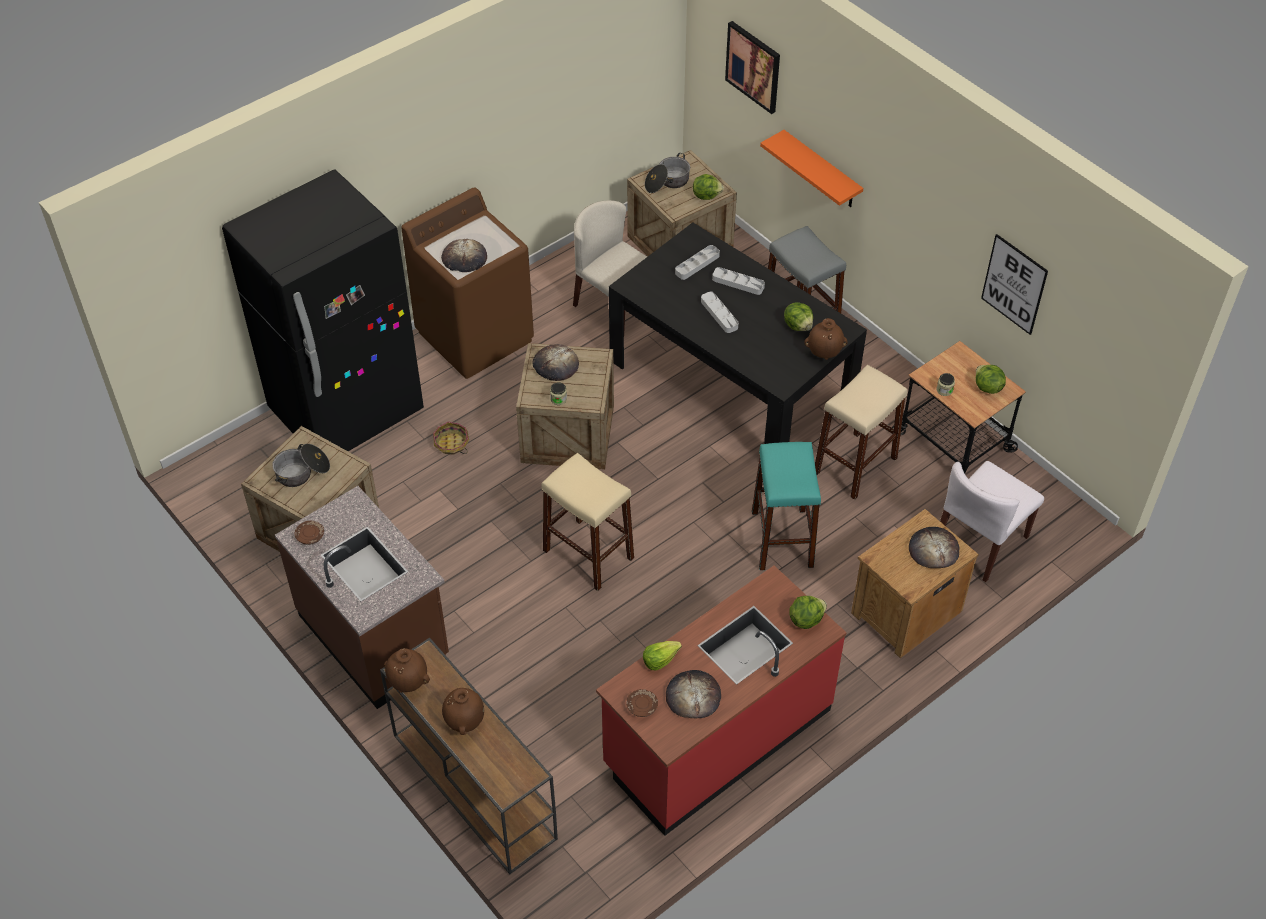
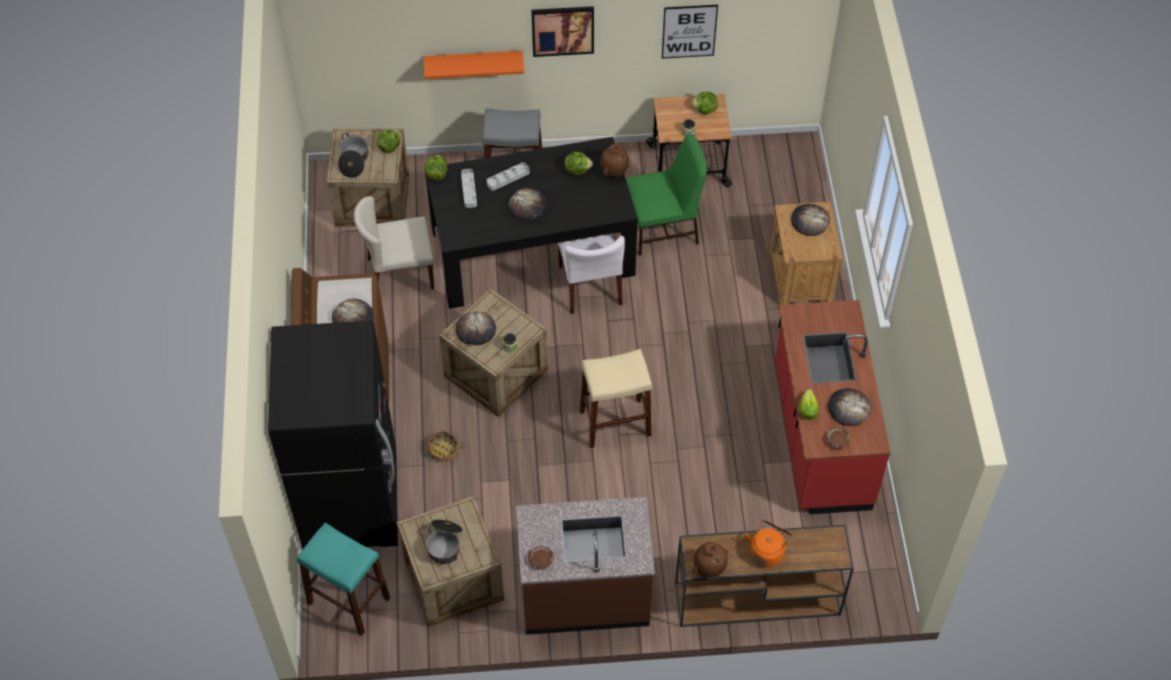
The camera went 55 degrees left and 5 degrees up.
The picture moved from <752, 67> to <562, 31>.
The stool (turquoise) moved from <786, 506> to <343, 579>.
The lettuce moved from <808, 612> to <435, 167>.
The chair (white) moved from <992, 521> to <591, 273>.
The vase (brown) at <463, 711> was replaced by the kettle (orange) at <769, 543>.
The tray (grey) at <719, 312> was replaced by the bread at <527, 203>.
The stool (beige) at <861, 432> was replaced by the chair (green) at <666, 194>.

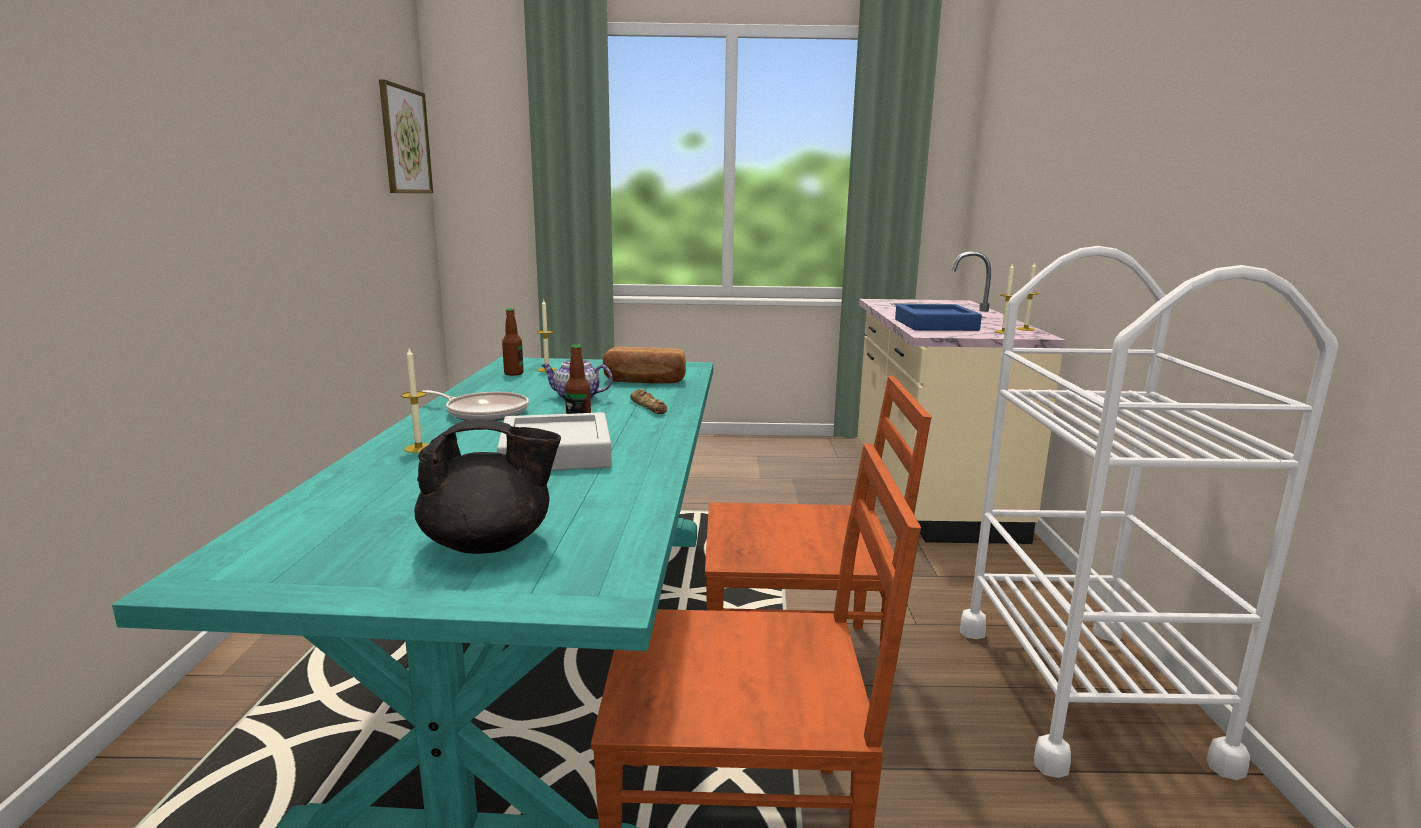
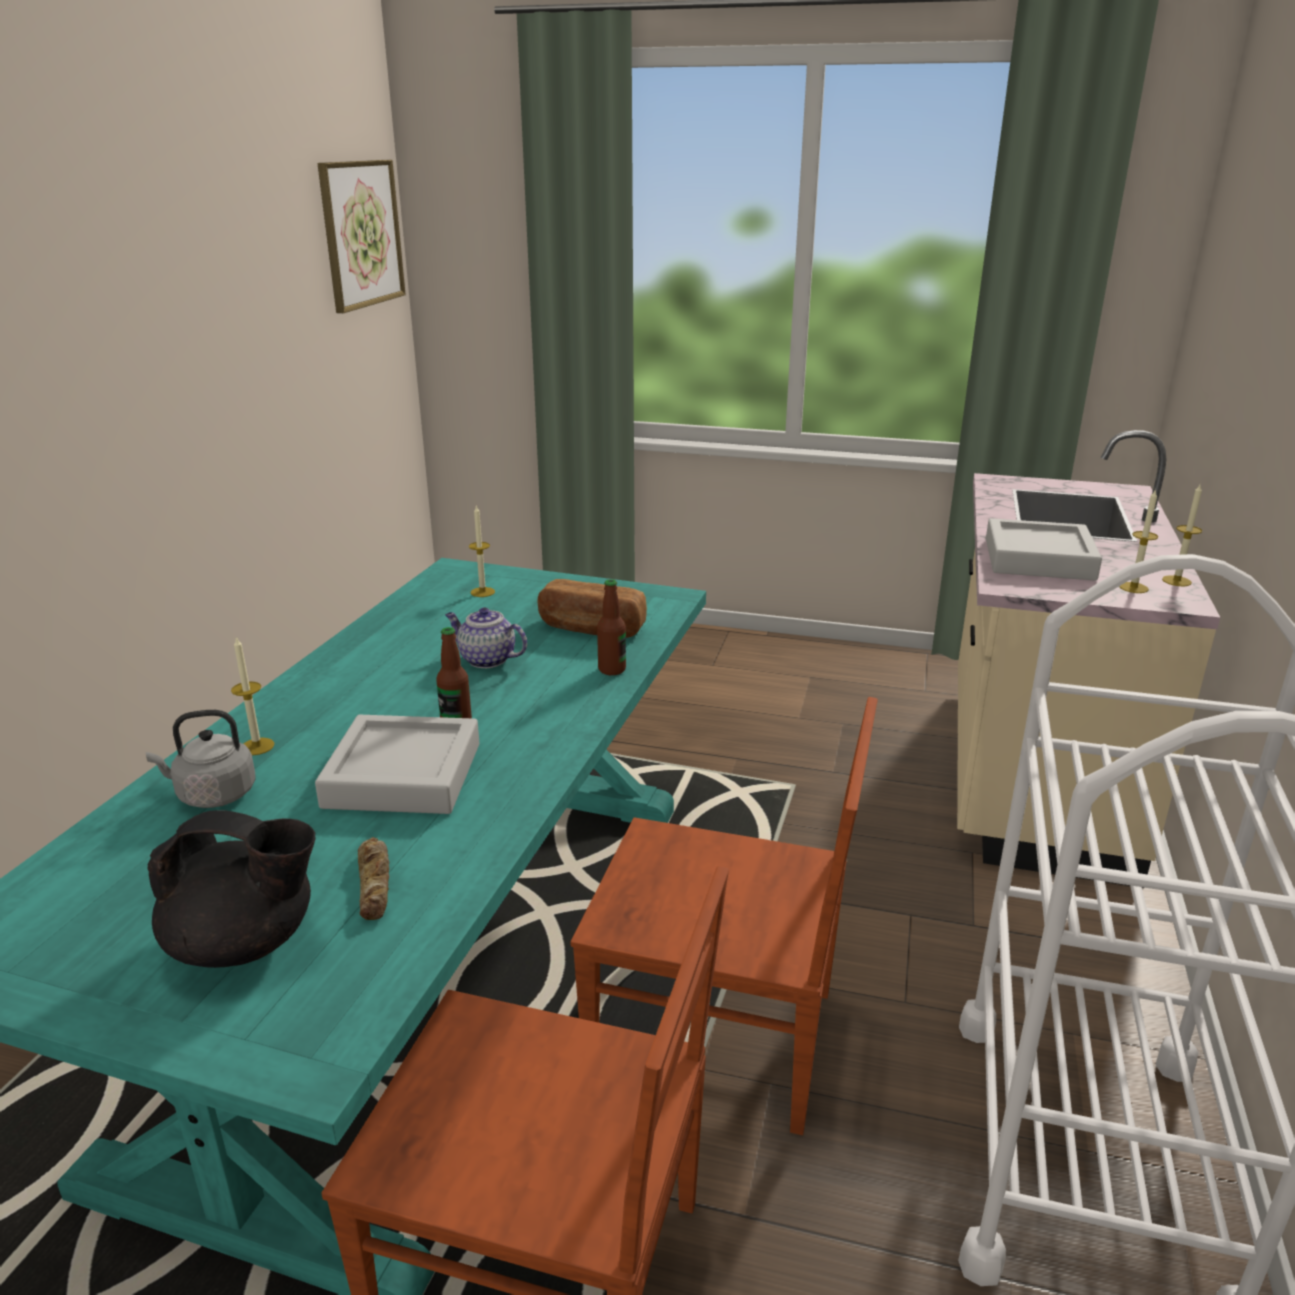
The camera went 15 degrees right and 10 degrees up.
The frying pan at <475, 405> disappeared.
The kettle (grey) at <201, 759> appeared.
The bottle moved from <513, 342> to <611, 627>.
The bread moved from <648, 401> to <373, 878>.
The tray (blue) at <938, 317> became the tray (grey) at <1044, 549>.

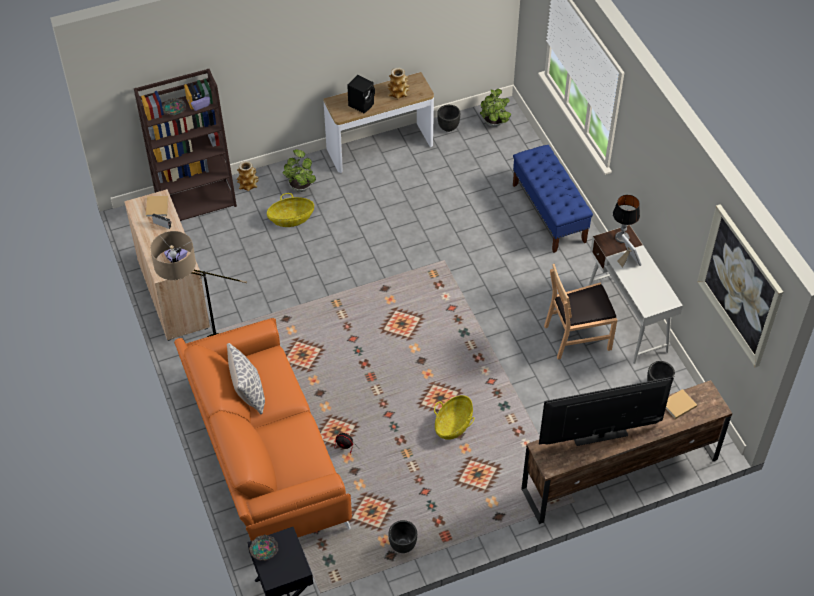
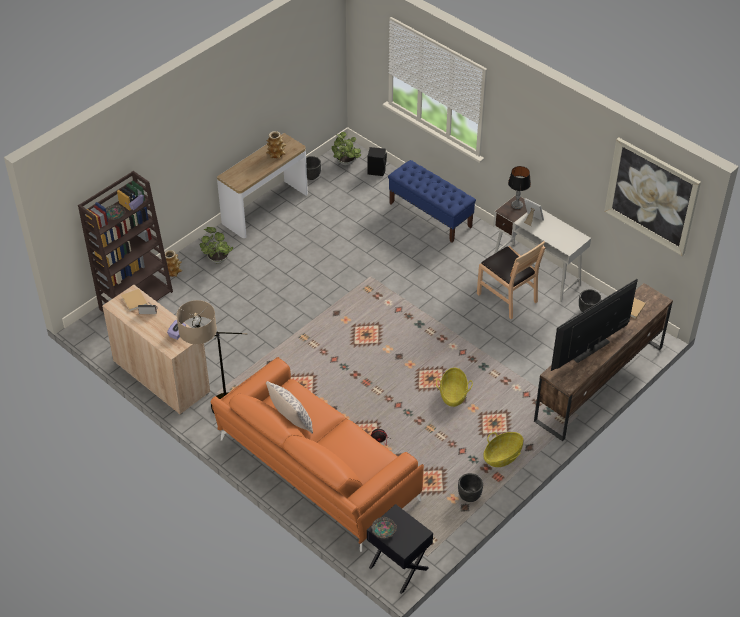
The camera went 25 degrees left and 5 degrees down.
The basket moved from <290, 210> to <503, 449>.
The speaker (black) moved from <361, 94> to <377, 161>.
The chair (brown) at <580, 311> turned 90 degrees counterclockwise.

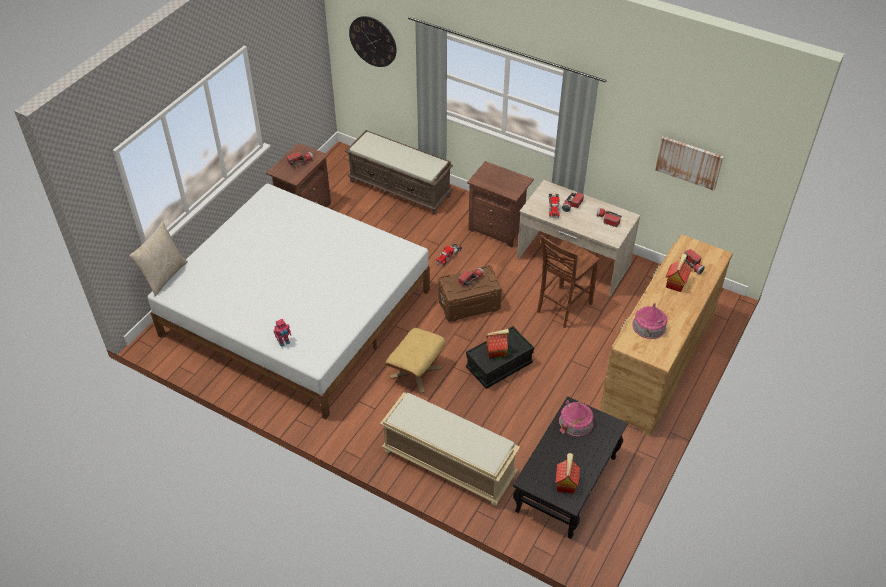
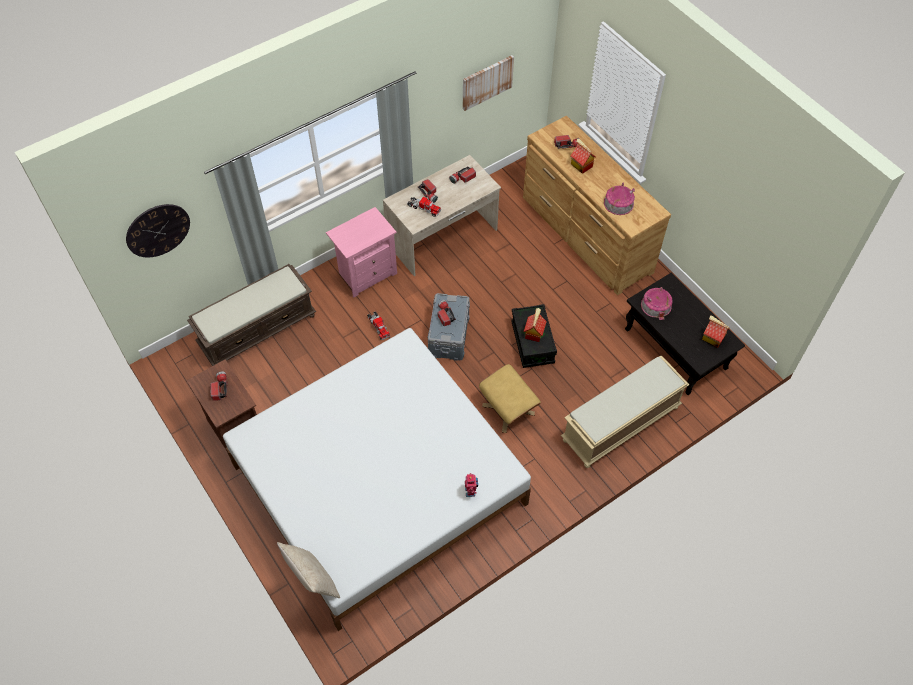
The camera went 65 degrees left and 10 degrees up.
The chair (brown) at <568, 281> disappeared.
The storage box (brown) at <470, 293> became the storage box (grey) at <449, 327>.
The nightstand (brown) at <500, 204> became the nightstand (pink) at <361, 252>.

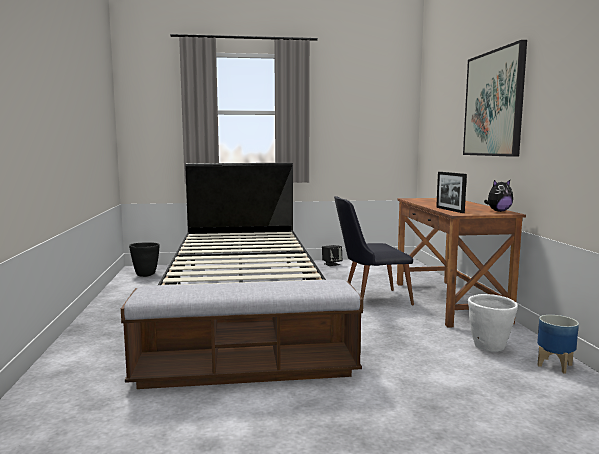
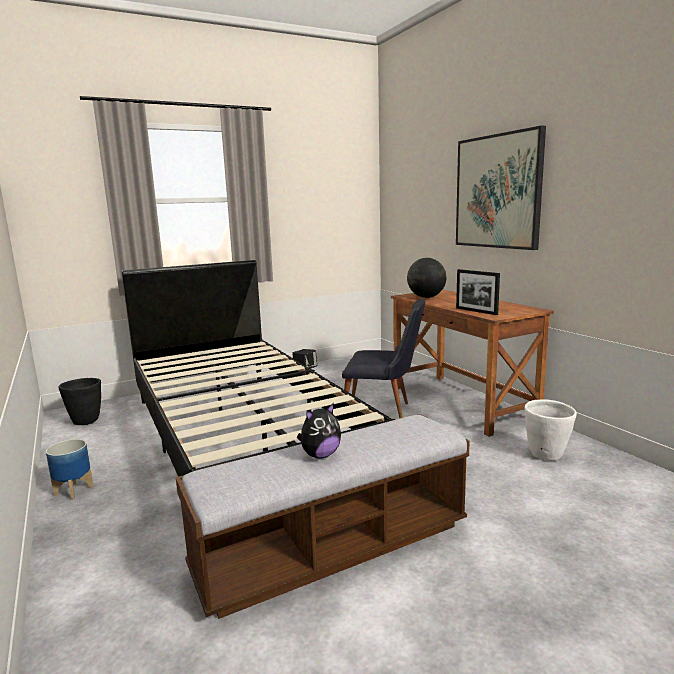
The camera went 20 degrees left and 5 degrees up.
The globe at <426, 278> appeared.
The plush toy moved from <498, 196> to <319, 431>.
The planter moved from <558, 344> to <70, 469>.
The chair (black) at <374, 250> turned 135 degrees counterclockwise.

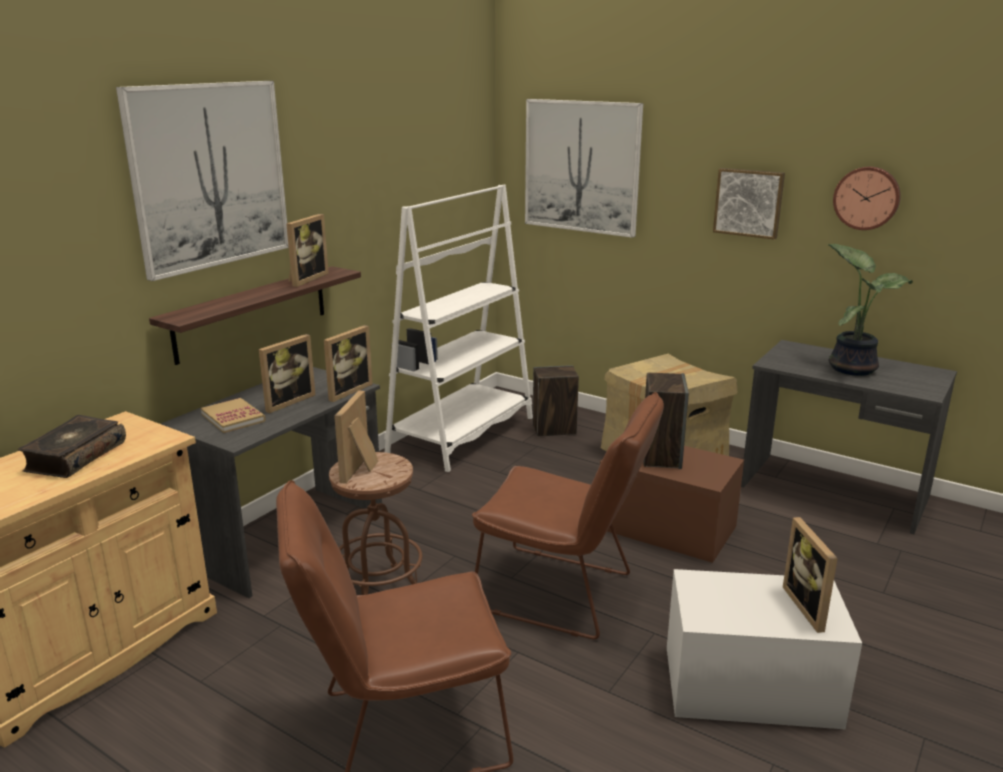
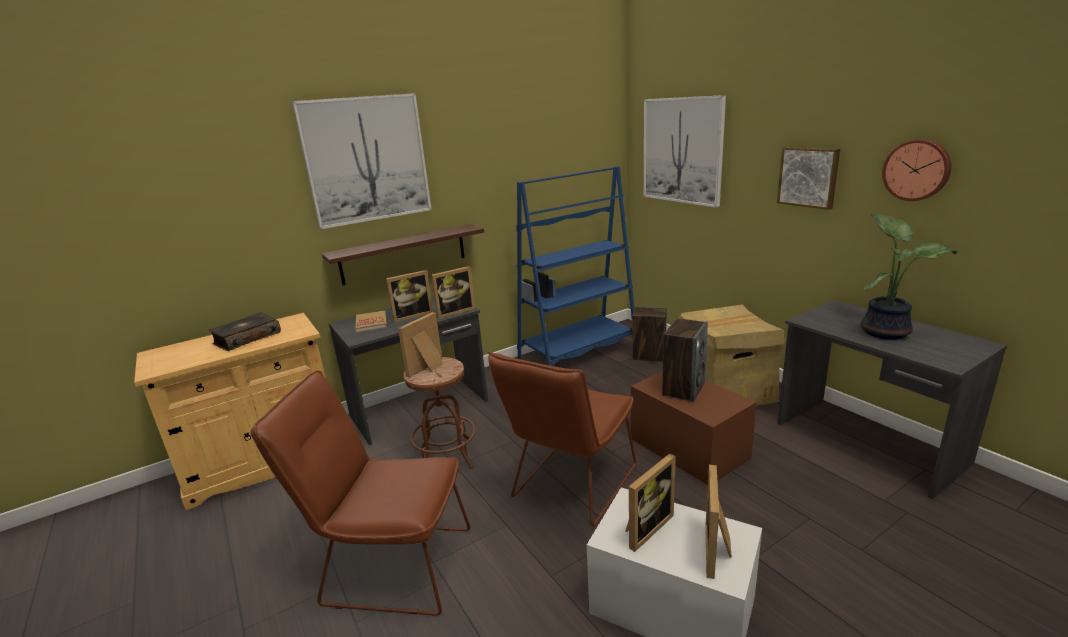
The camera went 25 degrees right and 0 degrees up.
The picture frame moved from <307, 250> to <650, 502>.
The bookcase (white) at <458, 328> became the bookcase (blue) at <575, 266>.
The chair (brown) at <568, 515> turned 75 degrees clockwise.

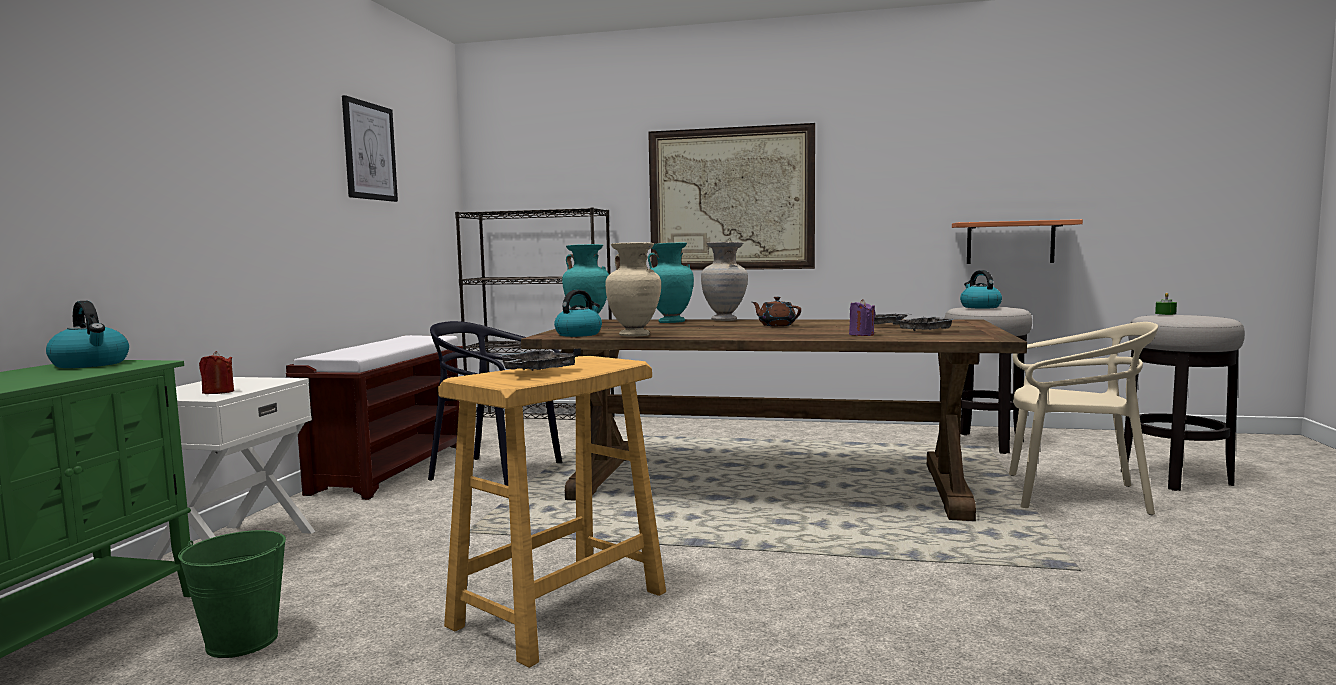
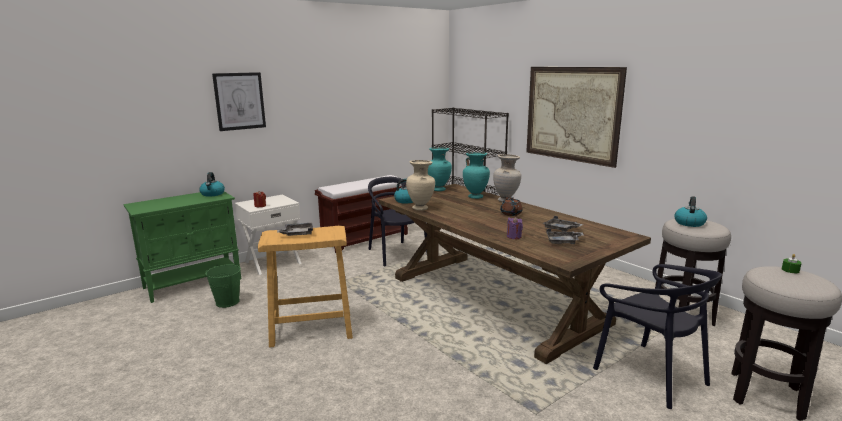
The camera went 40 degrees right and 10 degrees up.
The shelf at <1017, 241> disappeared.
The picture moved from <370, 148> to <239, 101>.
The chair (beige) at <1083, 418> became the chair (black) at <657, 336>.

